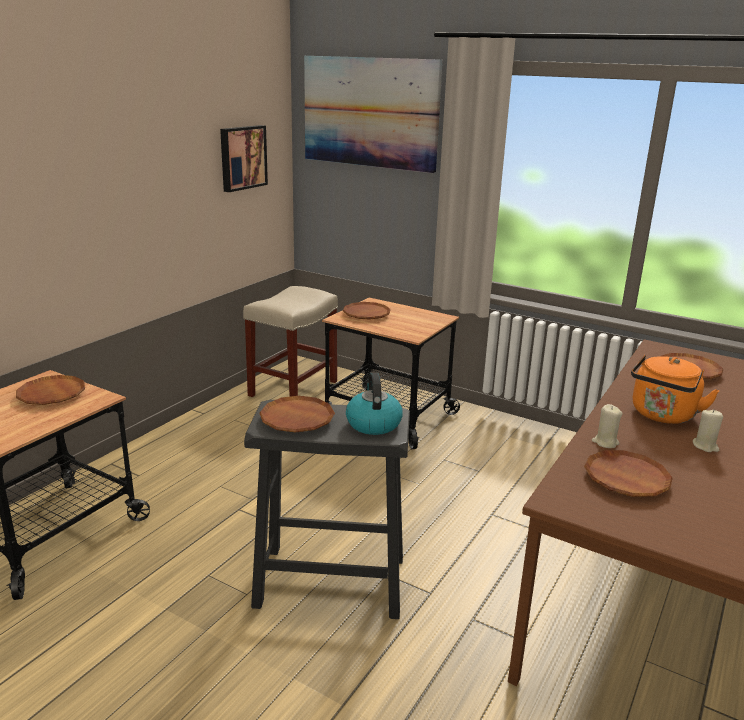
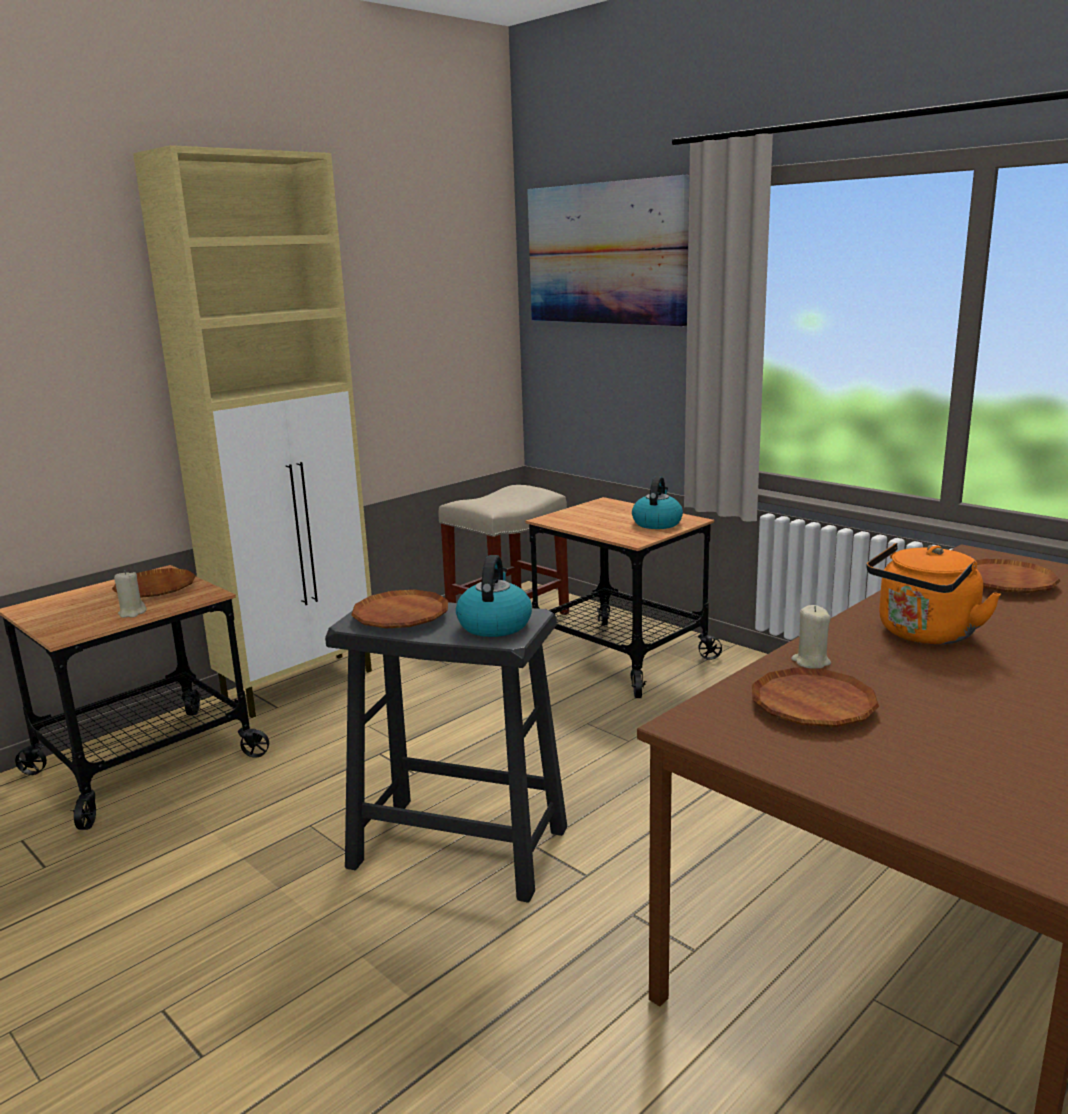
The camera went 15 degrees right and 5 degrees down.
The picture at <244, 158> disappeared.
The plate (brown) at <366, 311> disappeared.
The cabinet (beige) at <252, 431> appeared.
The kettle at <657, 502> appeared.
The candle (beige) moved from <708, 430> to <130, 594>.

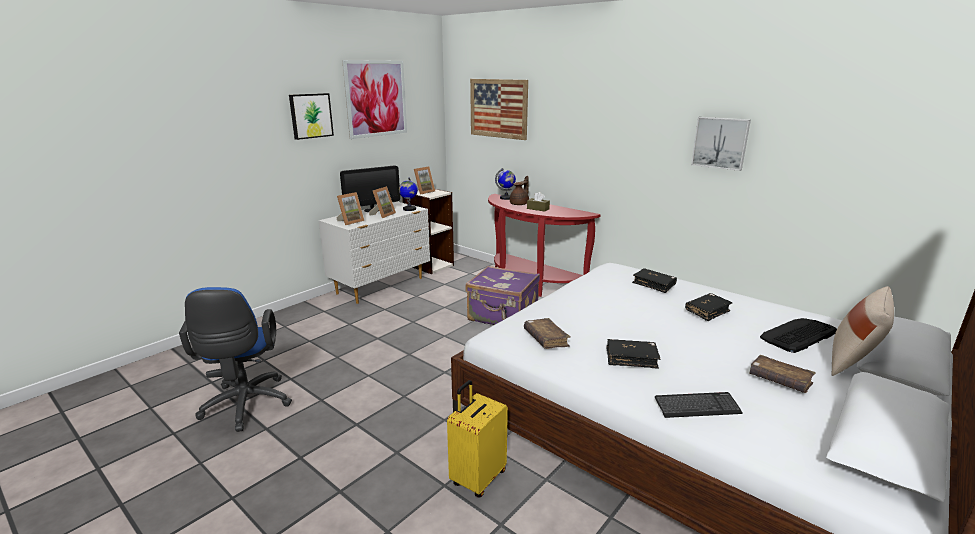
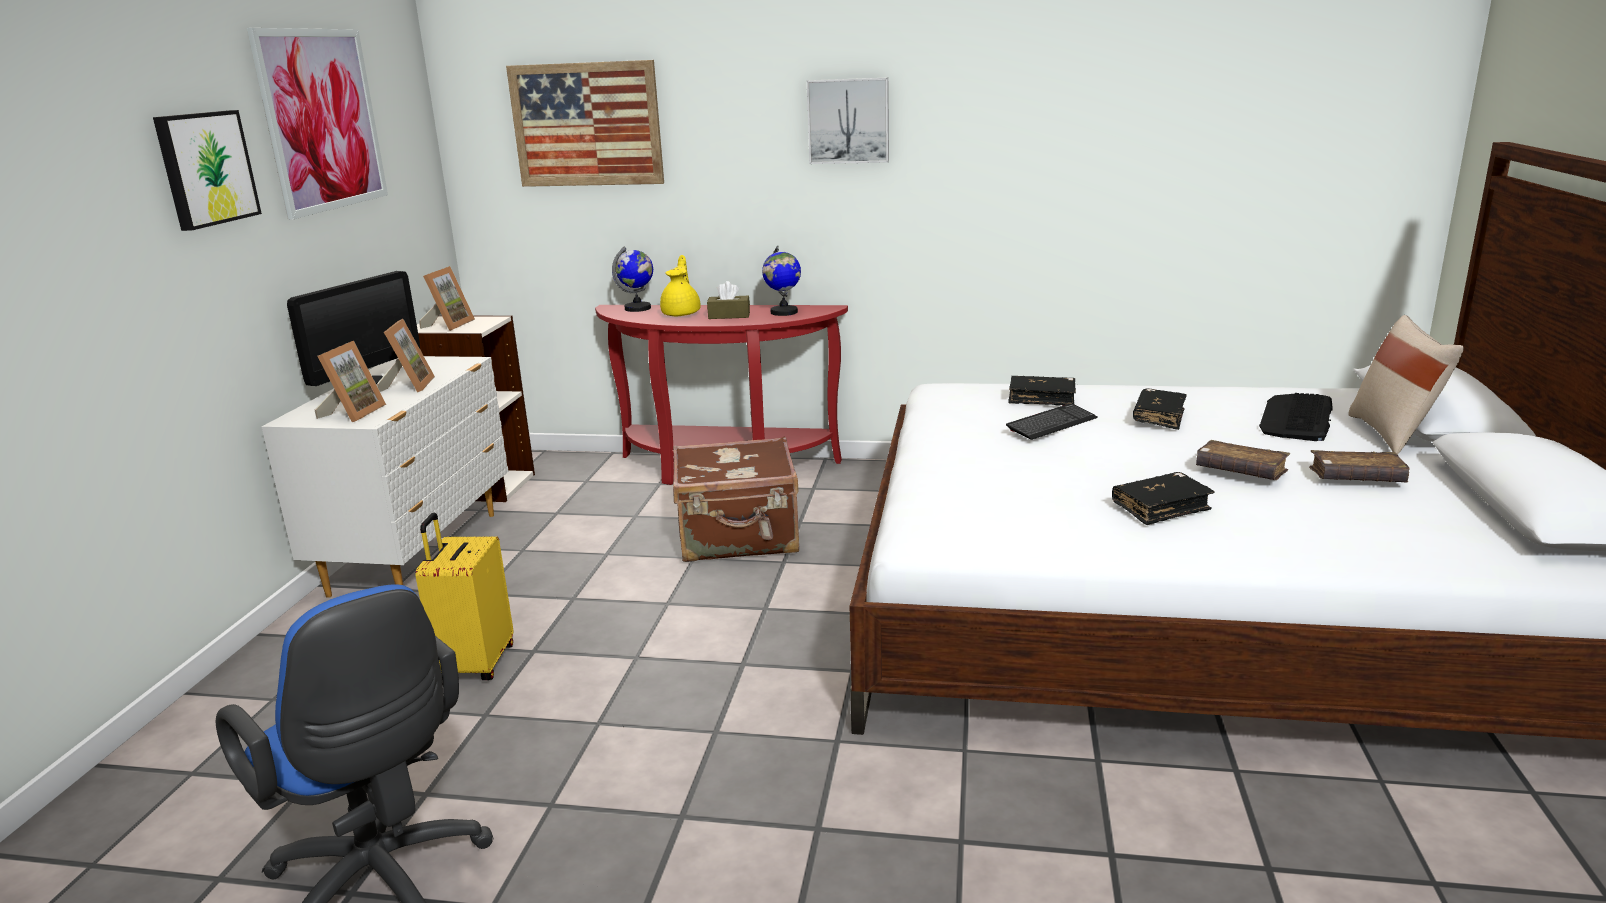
The camera went 30 degrees left and 0 degrees up.
The globe moved from <408, 194> to <781, 281>.
The suitcase (yellow) moved from <477, 439> to <464, 596>.
The book (brown) moved from <547, 333> to <1243, 460>.
The keyboard moved from <699, 405> to <1051, 421>.
The picture moved from <721, 144> to <848, 120>.
The suitcase (purple) at <502, 295> became the suitcase (brown) at <736, 499>.
The teapot (brown) at <519, 190> became the teapot (yellow) at <680, 285>.

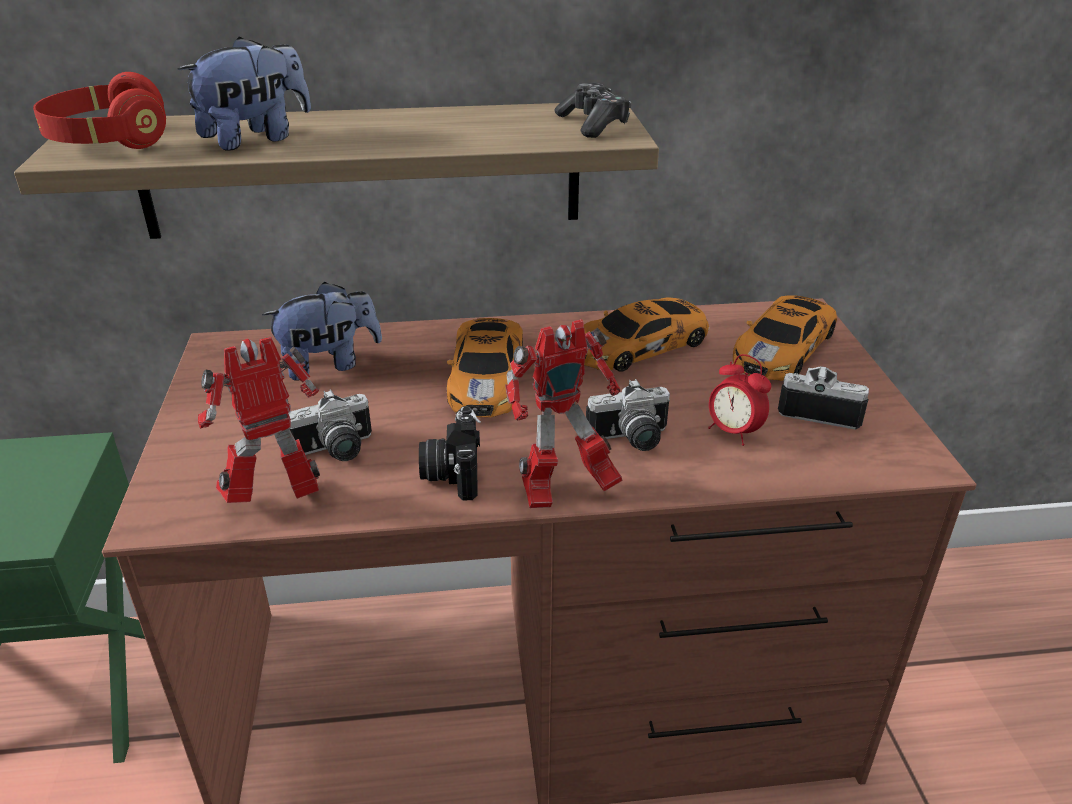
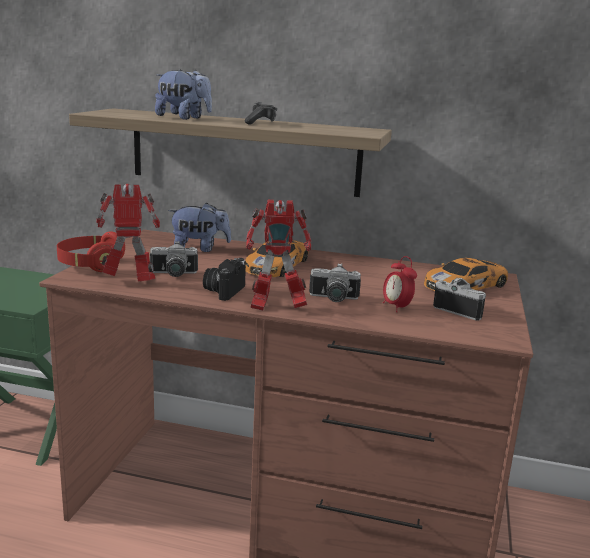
The camera went 20 degrees right and 15 degrees down.
The toy car at <646, 335> disappeared.
The headphones (red) moved from <99, 110> to <91, 251>.
The game controller moved from <592, 110> to <260, 113>.
The plush toy at <244, 93> turned 45 degrees clockwise.

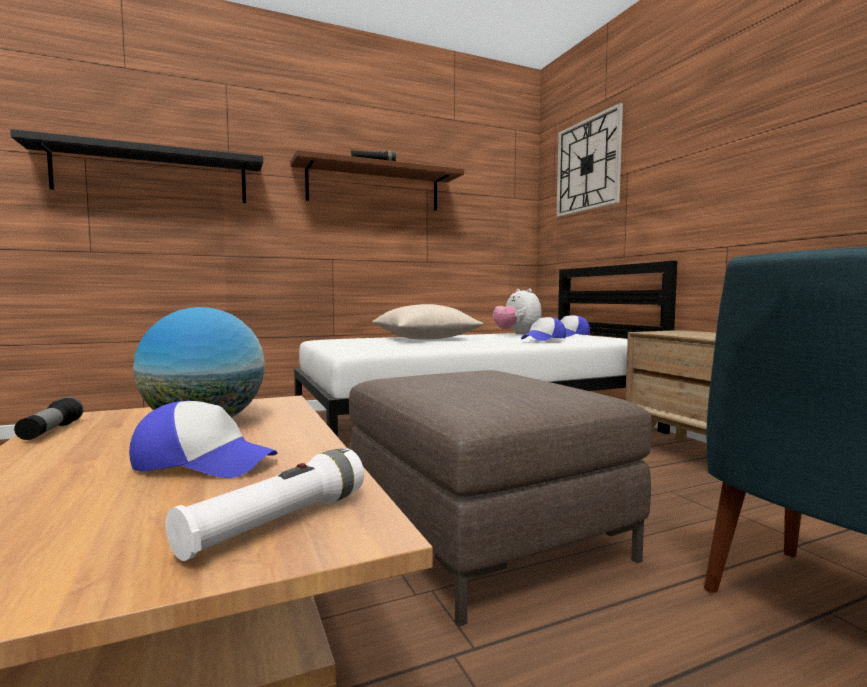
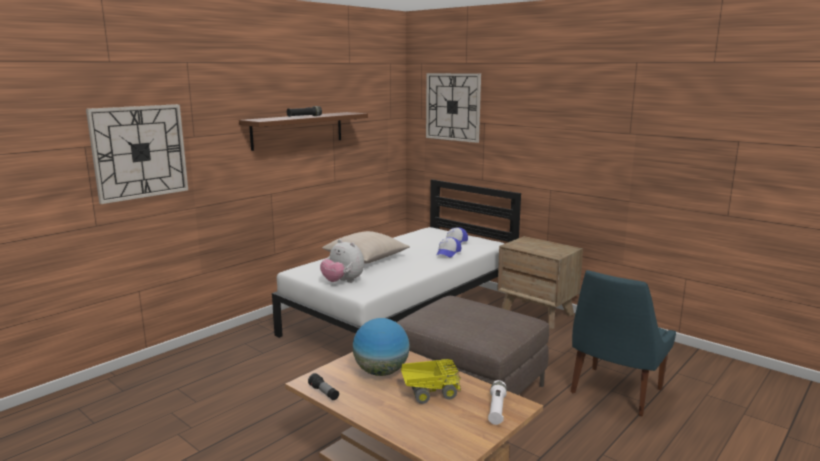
The camera went 25 degrees left and 10 degrees up.
The plush toy moved from <517, 311> to <342, 261>.
The shelf (black) at <136, 166> was replaced by the wall clock at <137, 154>.
The cap at <203, 439> was replaced by the toy truck at <431, 381>.

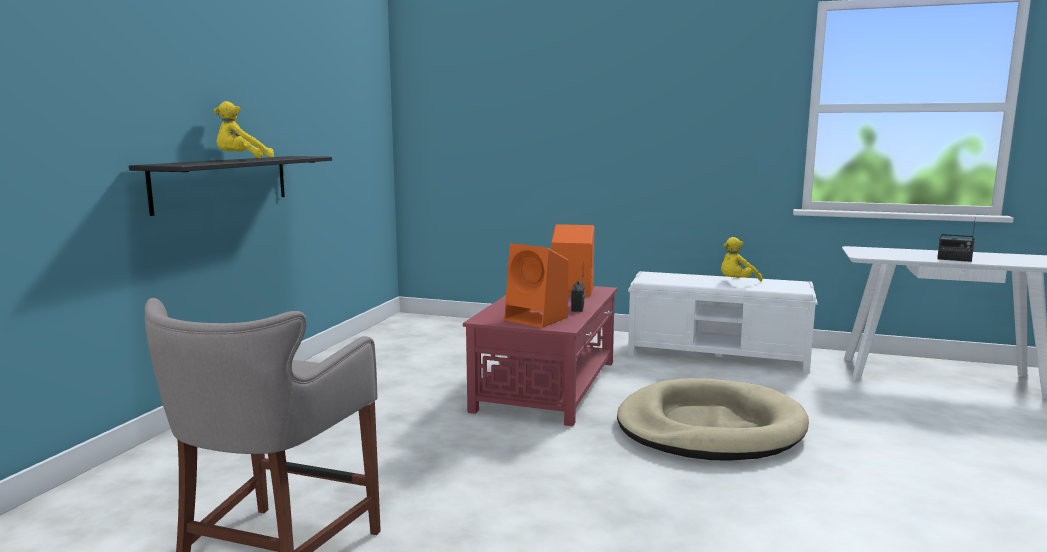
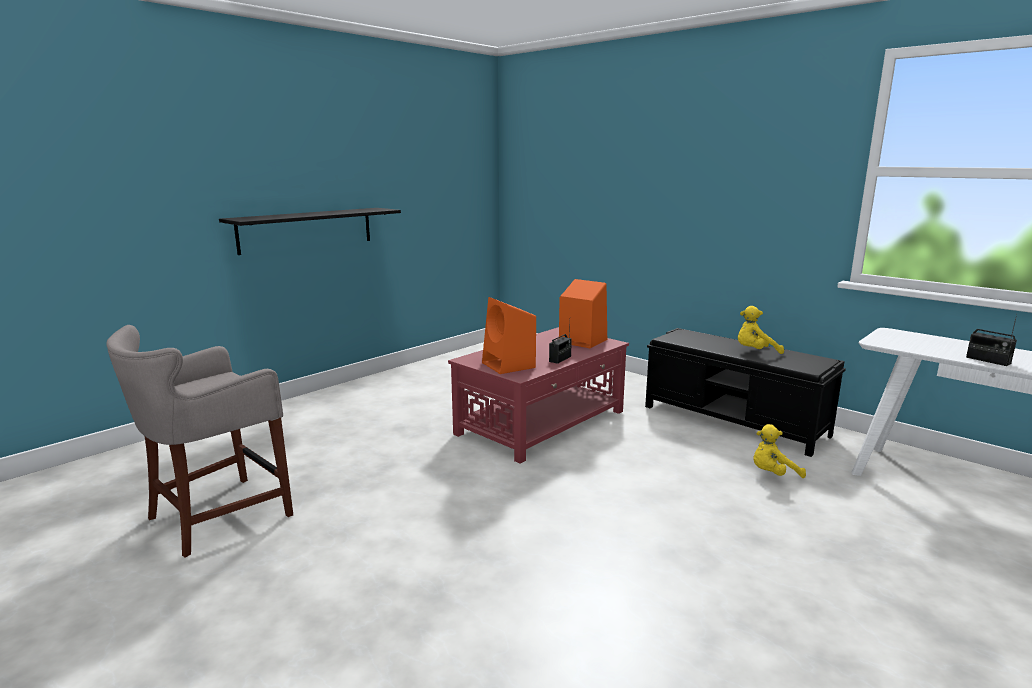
The camera went 25 degrees right and 5 degrees up.
The dog bed (beige) at <713, 419> disappeared.
The plush toy (yellow) moved from <244, 130> to <779, 451>.
The bench (white) at <723, 322> became the bench (black) at <745, 392>.

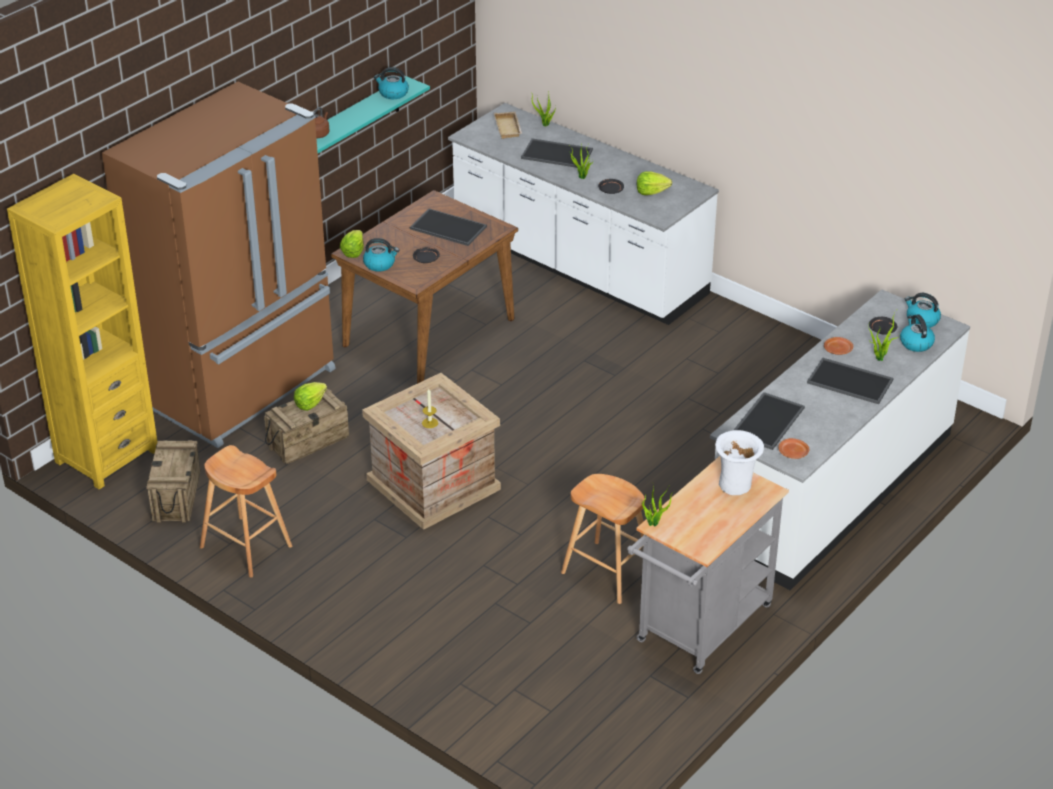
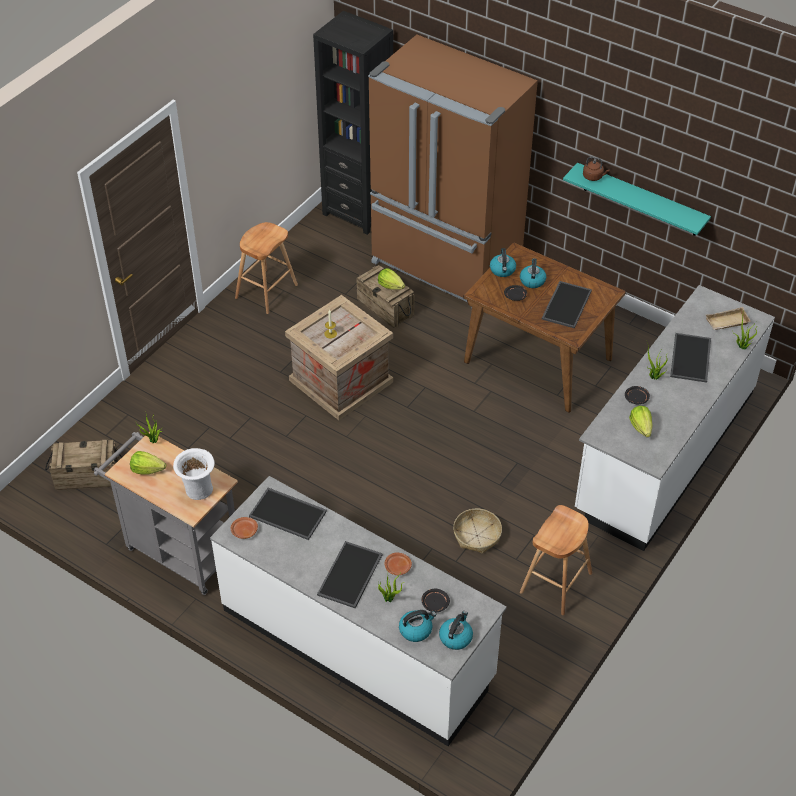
The camera went 85 degrees right and 10 degrees up.
The basket at <477, 531> appeared.
The crate moved from <173, 481> to <83, 465>.
The lettuce moved from <352, 244> to <148, 463>.
The kettle moved from <391, 83> to <533, 273>.
The stool (brown) moved from <603, 539> to <556, 560>.
The bookcase (yellow) at <82, 331> became the bookcase (black) at <353, 123>.

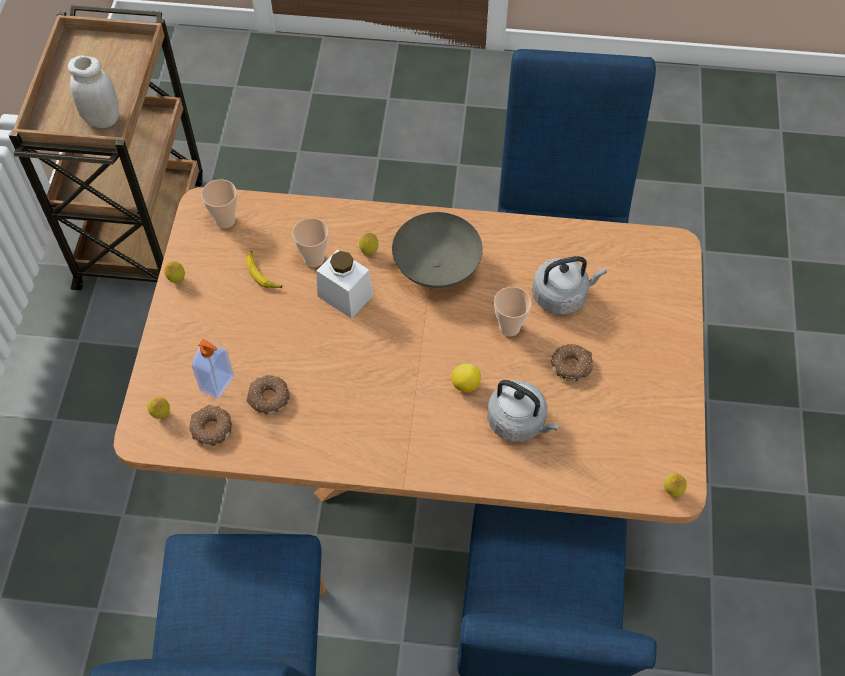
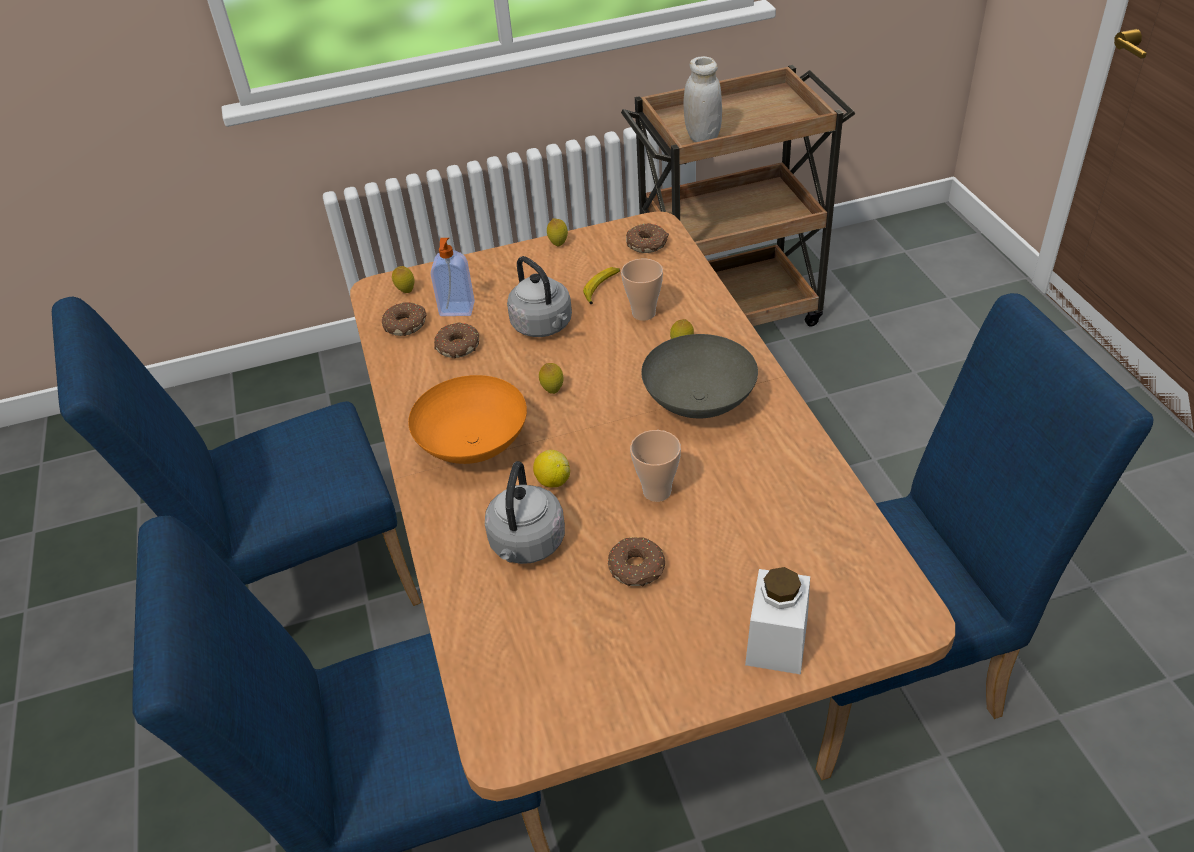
The camera went 70 degrees right and 15 degrees down.
The bowl (orange) at <467, 419> appeared.
The jar (white) moved from <344, 284> to <777, 620>.
The kettle (grey) moved from <569, 285> to <539, 296>.
The lemon moved from <675, 485> to <551, 378>.
The cup at <219, 203> was replaced by the donut at <647, 238>.

